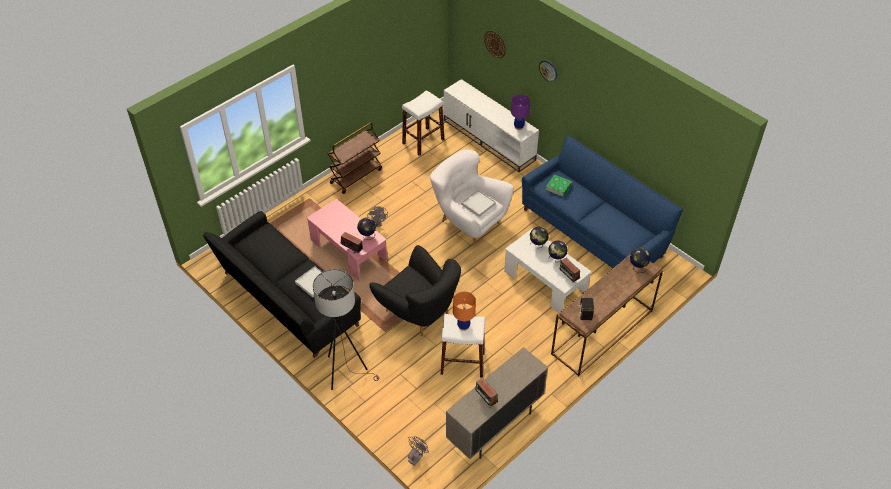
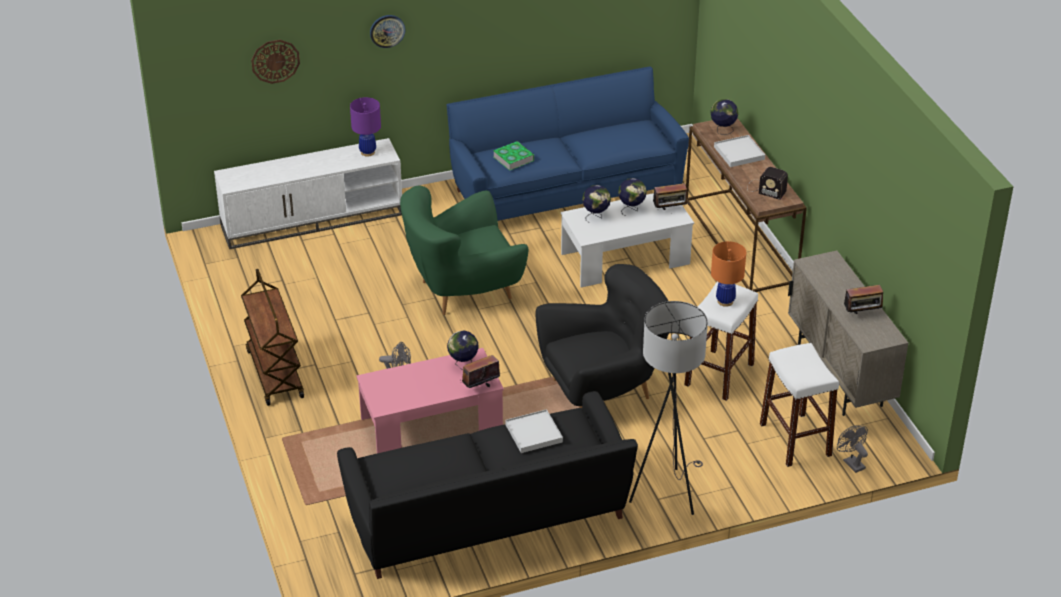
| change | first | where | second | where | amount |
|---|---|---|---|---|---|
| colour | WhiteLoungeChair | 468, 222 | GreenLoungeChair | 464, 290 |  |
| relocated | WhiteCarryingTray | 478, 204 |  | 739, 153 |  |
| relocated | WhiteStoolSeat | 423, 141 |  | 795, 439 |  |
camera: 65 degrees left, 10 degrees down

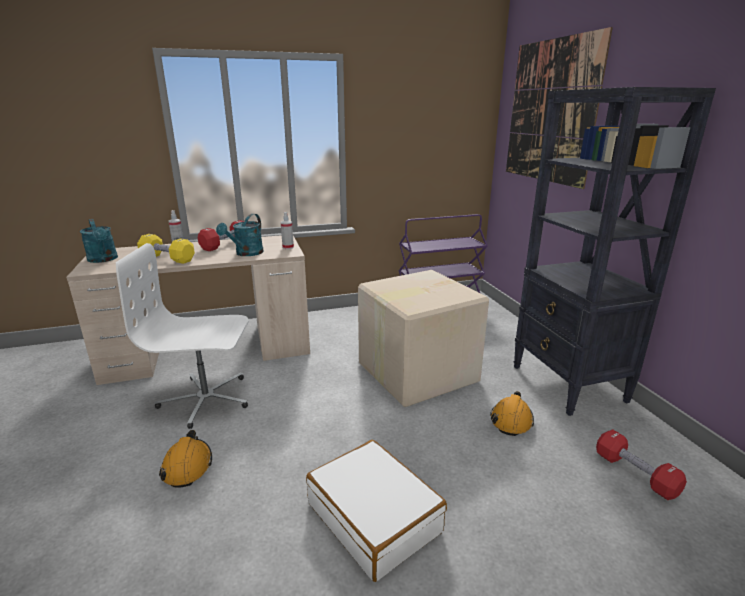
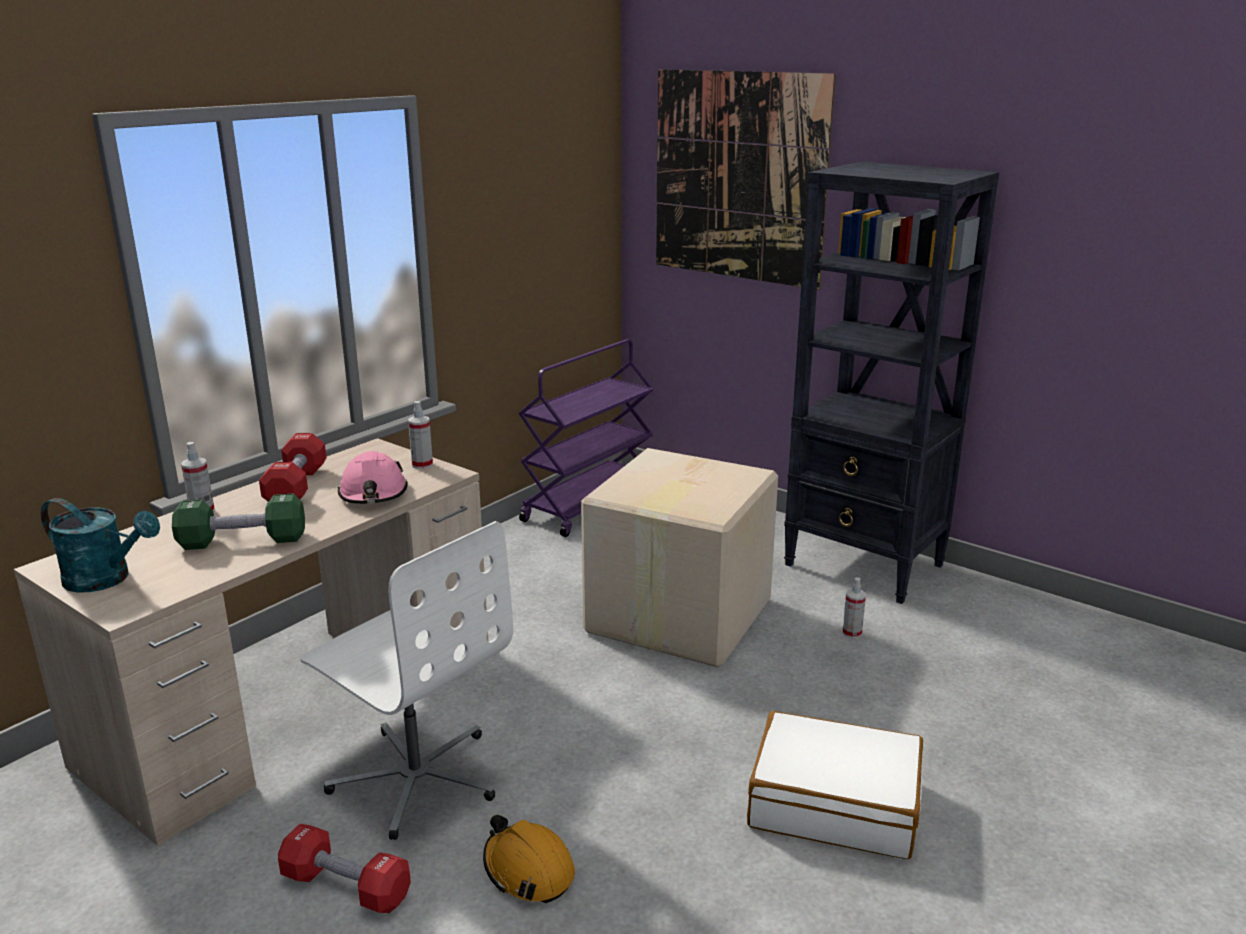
| change | first | where | second | where | amount |
|---|---|---|---|---|---|
| colour | YellowFreeWeight | 167, 258 | GreenFreeWeight | 243, 541 |  |
| relocated | ReddishFreeWeight | 635, 474 |  | 346, 886 |  |
| spun | WhiteDeskChair | 206, 399 |  | 416, 777 | 105 degrees counterclockwise |
| exchanged | TurquoiseColouredWateringCan | 246, 254 | PinkColouredWorkHelmet | 373, 494 |  |
| exchanged | OrangeColouredWorkHelmet | 511, 420 | Sprayer | 852, 633 |  |
camera: 35 degrees left, 0 degrees up

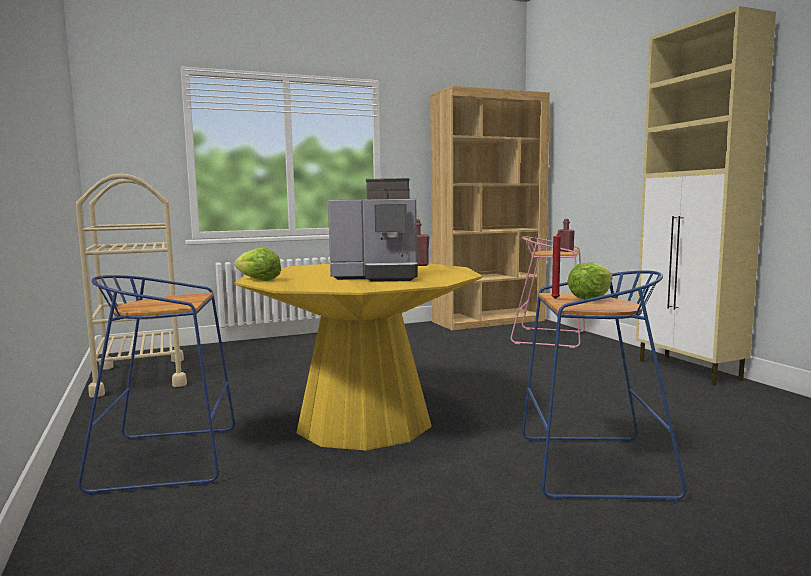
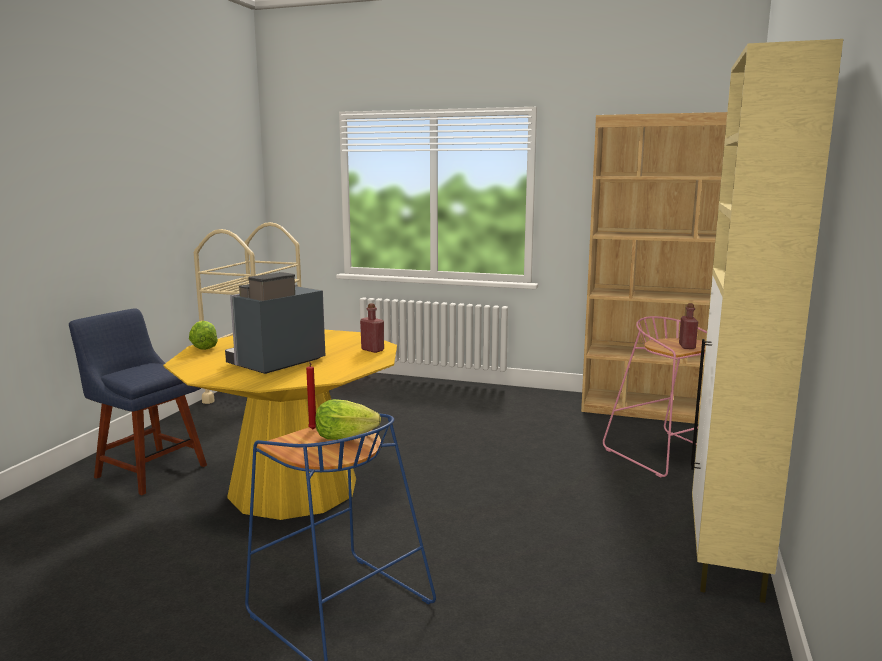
| change | first | where | second | where | amount |
|---|---|---|---|---|---|
| exchanged | BluishStoolSeat | 170, 458 | BluishPlainChair | 148, 470 |  |
| spun | CoffeeMaker | 378, 277 |  | 275, 363 | 90 degrees clockwise |
camera: 40 degrees right, 5 degrees up

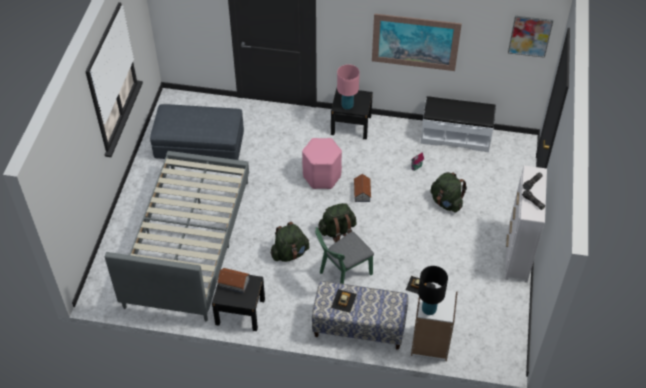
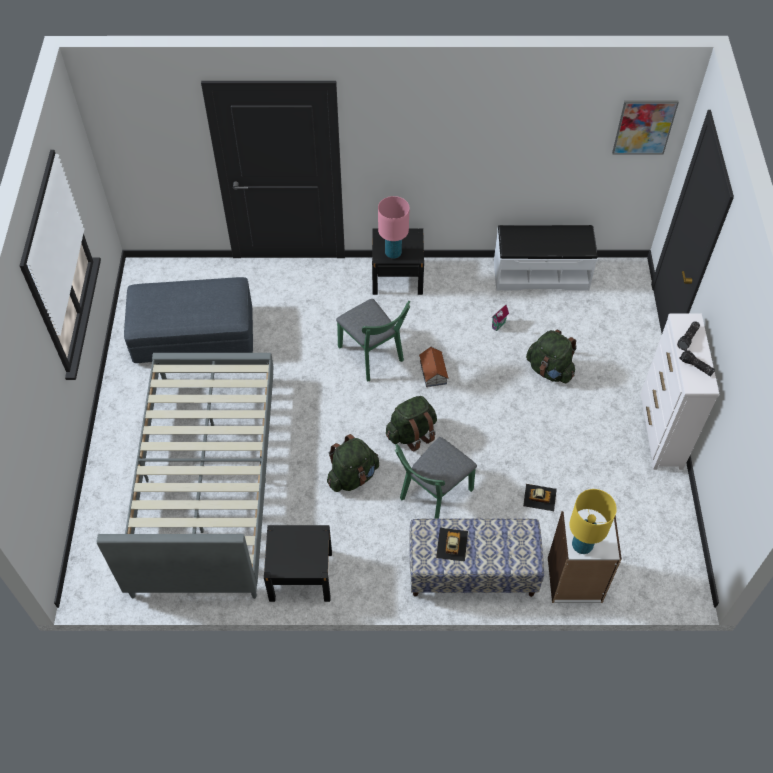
| change | first | where | second | where | amount |
|---|---|---|---|---|---|
| exchanged | PinkColouredStoolSeat | 322, 176 | GreenPlainChair | 373, 357 |  |
| colour | BlackishLampForATable | 428, 309 | YellowLampForATable | 582, 545 |  |
| missing | ToyHouse | 234, 283 |  |  |  |
| missing | WallPicture | 415, 42 |  |  |  |
camera: 10 degrees left, 5 degrees up

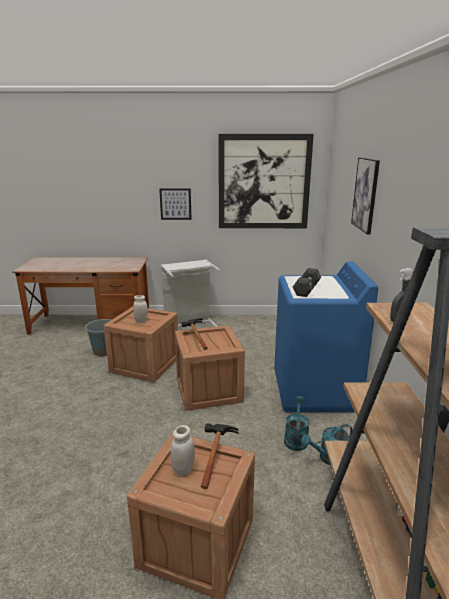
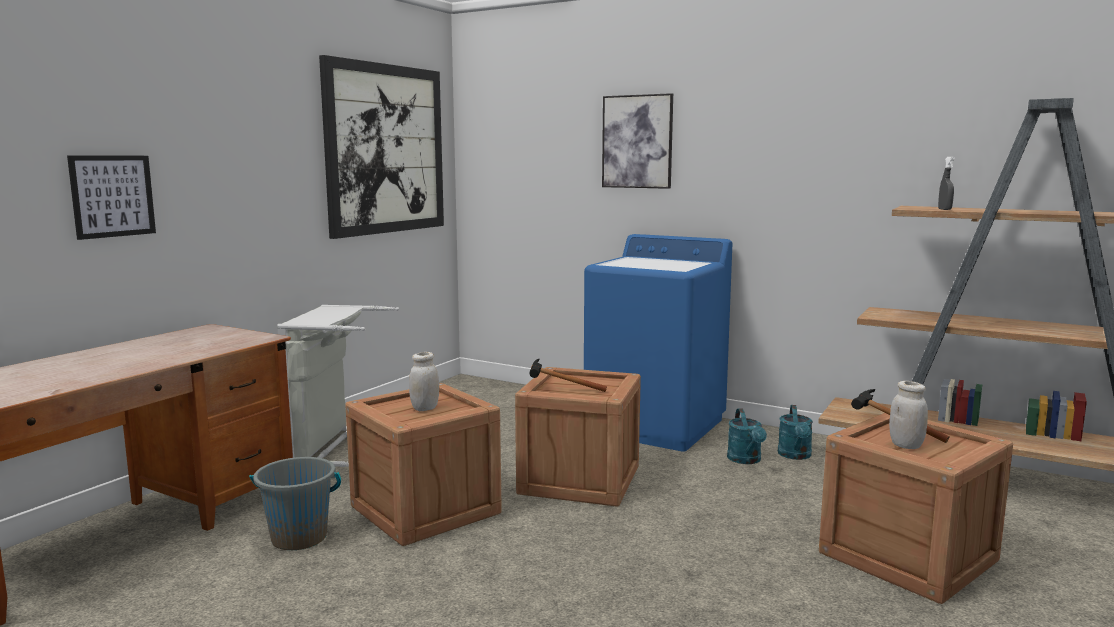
| change | first | where | second | where | amount |
|---|---|---|---|---|---|
| relocated | WallPicture | 175, 204 |  | 112, 196 |  |
| spun | TurquoiseColouredWateringCan | 295, 438 |  | 746, 460 | 135 degrees counterclockwise |
| missing | BlackishFreeWeight | 306, 289 |  |  |  |
camera: 60 degrees left, 10 degrees down

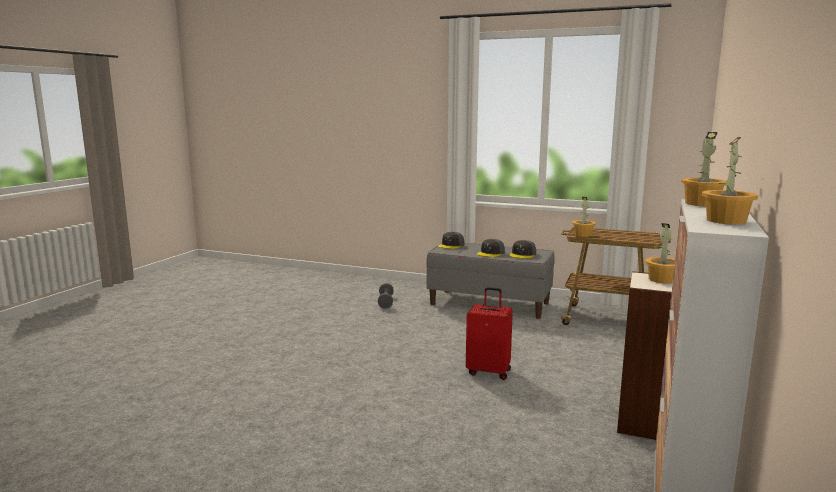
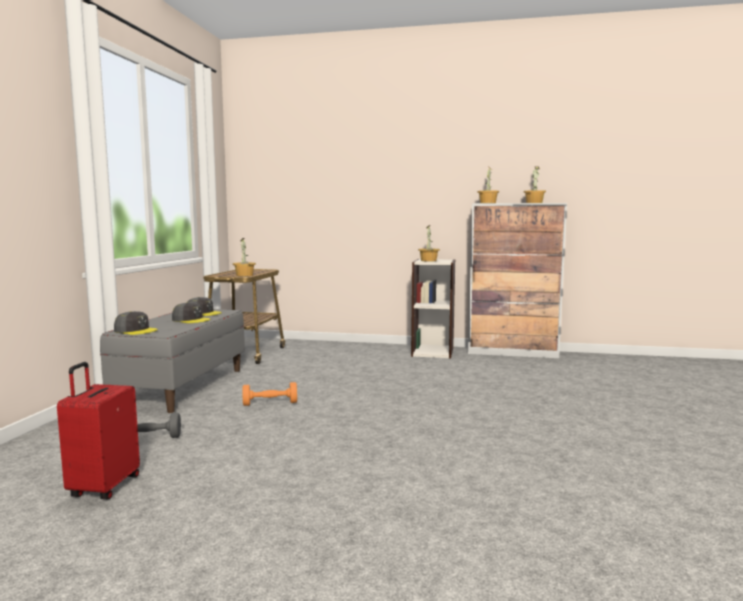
| change | first | where | second | where | amount |
|---|---|---|---|---|---|
| relocated | ReddishTravelCase | 489, 371 |  | 103, 487 |  |
| appeared |  |  | OrangeColouredFreeWeight | 270, 403 |  |
camera: 100 degrees left, 5 degrees down

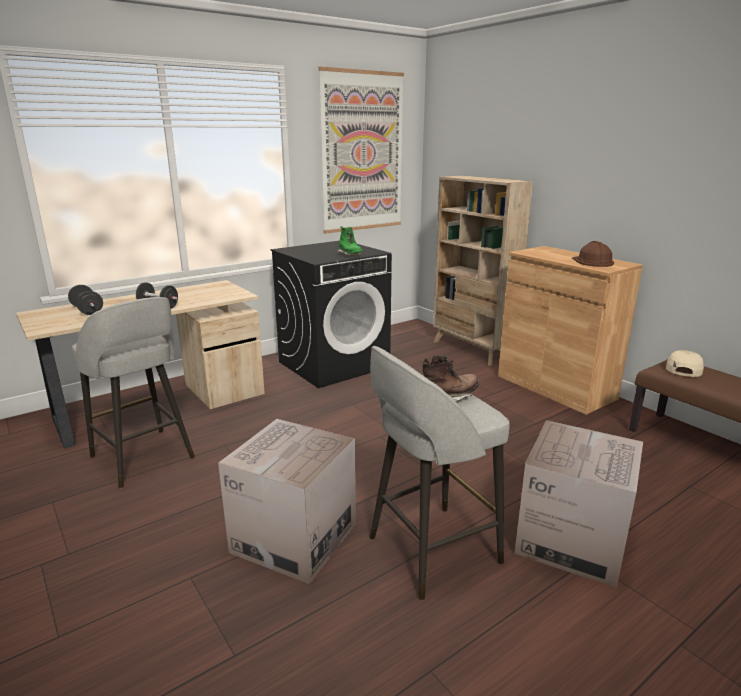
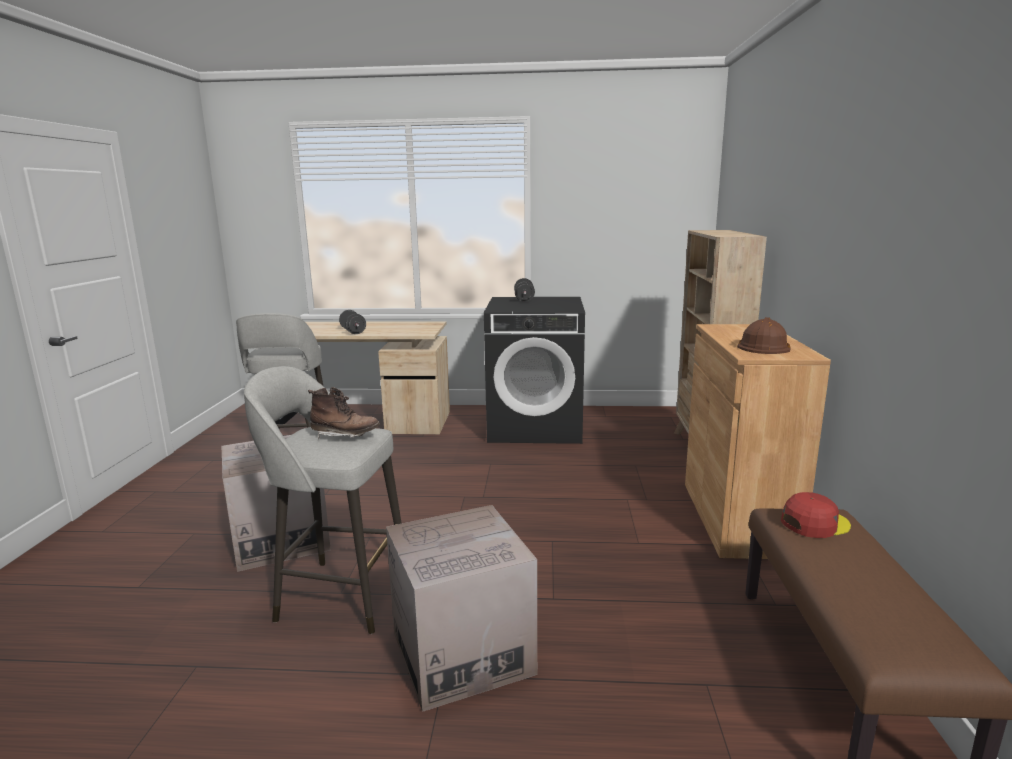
| change | first | where | second | where | amount |
|---|---|---|---|---|---|
| relocated | BlackishFreeWeight | 87, 311 |  | 524, 299 |  |
| colour | BeigeCap | 683, 369 | ReddishCap | 814, 523 |  |
| missing | WallPicture | 362, 153 |  |  |  |
| missing | GreenHighTopBoot | 350, 255 |  |  |  |
camera: 40 degrees right, 5 degrees down

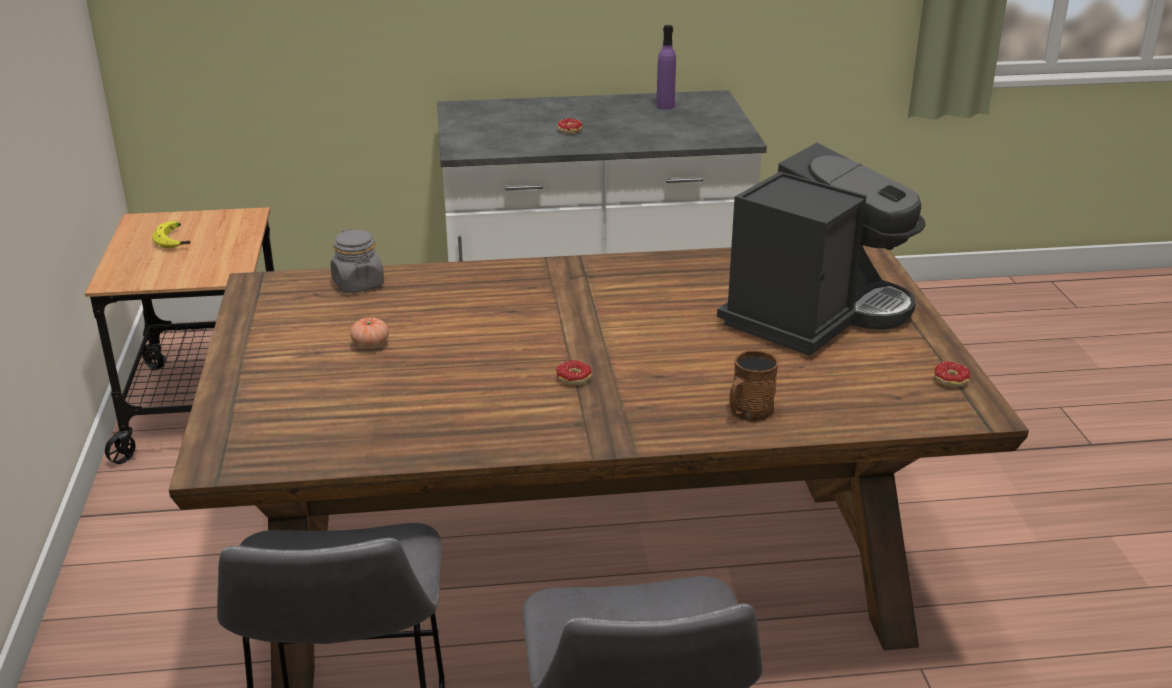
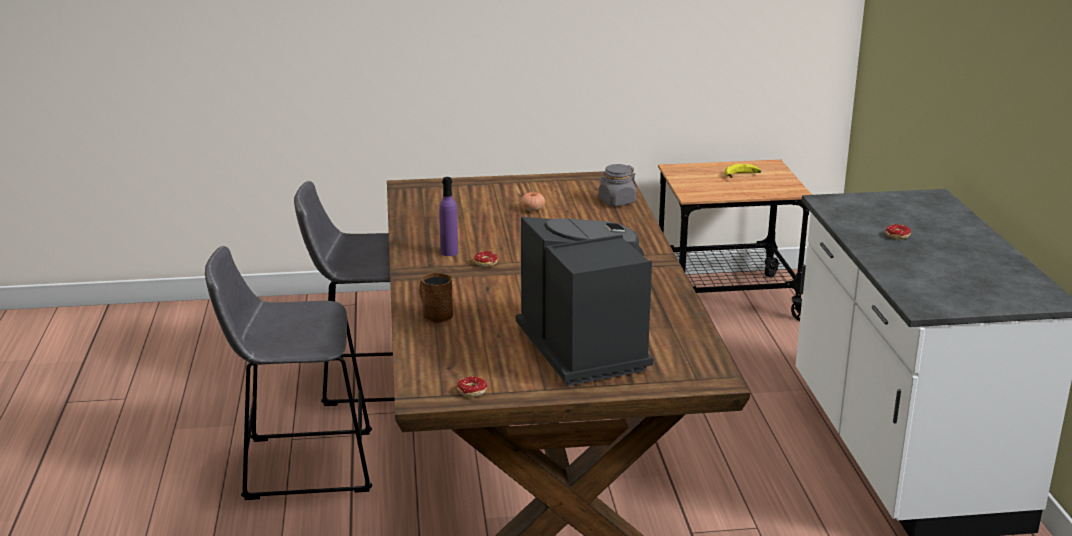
| change | first | where | second | where | amount |
|---|---|---|---|---|---|
| relocated | PurpleBeverageBottle | 665, 106 |  | 449, 252 |  |
| spun | CoffeeMaker | 814, 313 |  | 585, 347 | 150 degrees counterclockwise |
camera: 90 degrees right, 5 degrees down

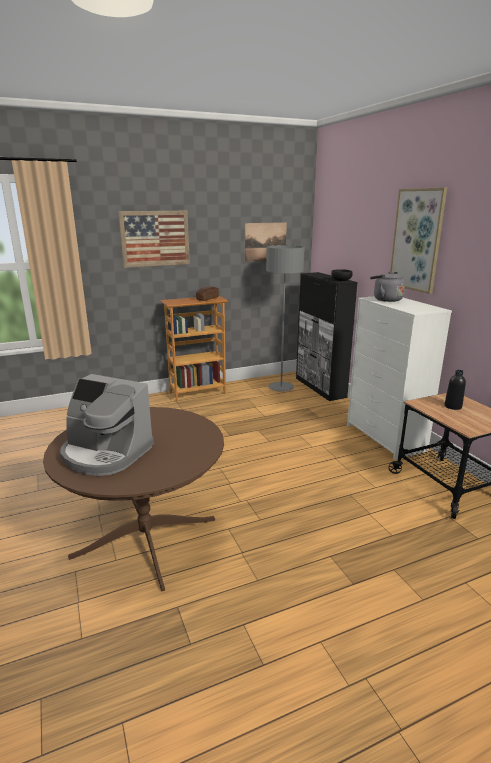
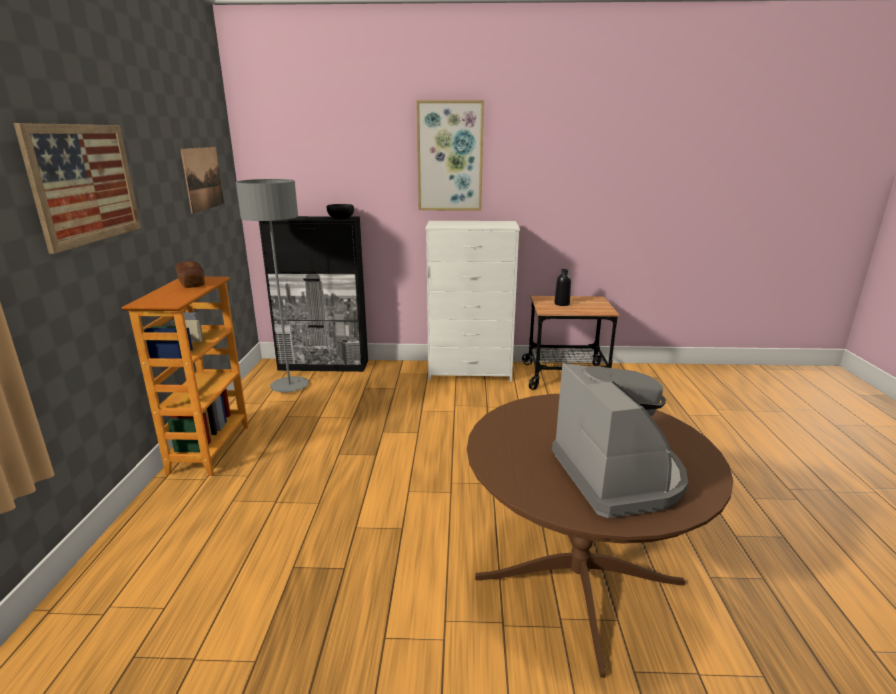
| change | first | where | second | where | amount |
|---|---|---|---|---|---|
| spun | CoffeeMaker | 106, 453 |  | 619, 475 | 60 degrees counterclockwise |
| missing | GrayWaterKettle | 385, 299 |  |  |  |
camera: 65 degrees left, 0 degrees up

